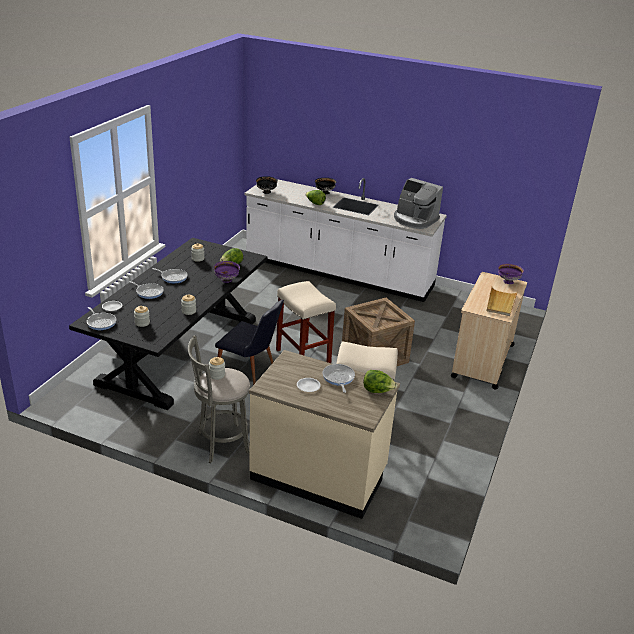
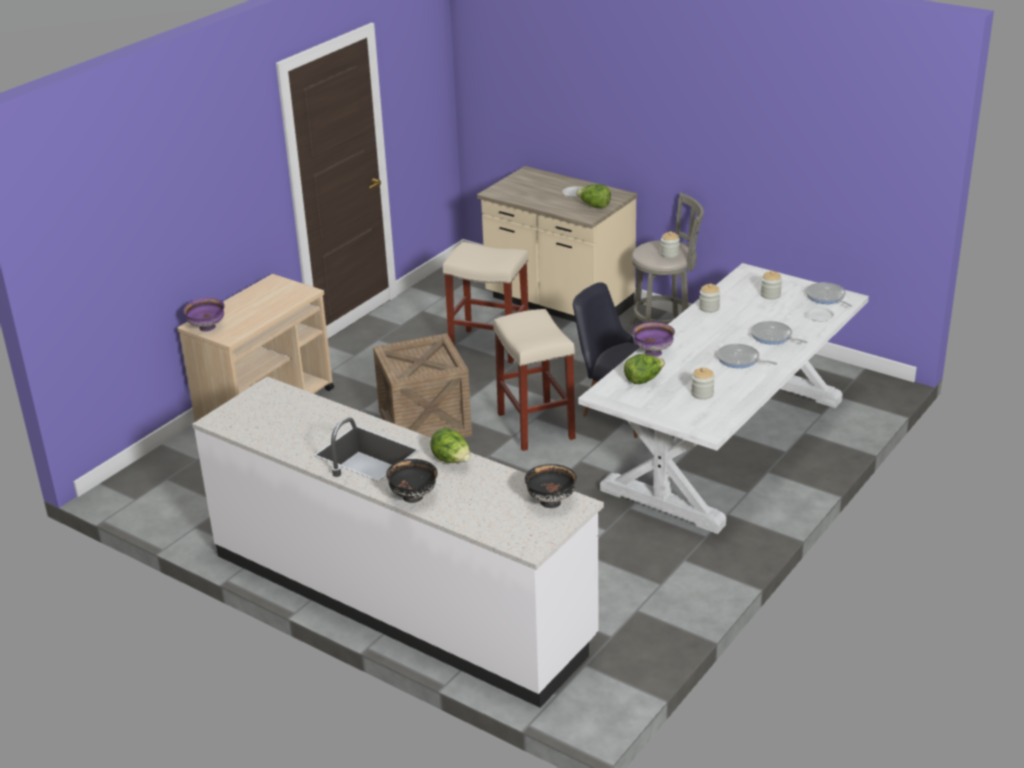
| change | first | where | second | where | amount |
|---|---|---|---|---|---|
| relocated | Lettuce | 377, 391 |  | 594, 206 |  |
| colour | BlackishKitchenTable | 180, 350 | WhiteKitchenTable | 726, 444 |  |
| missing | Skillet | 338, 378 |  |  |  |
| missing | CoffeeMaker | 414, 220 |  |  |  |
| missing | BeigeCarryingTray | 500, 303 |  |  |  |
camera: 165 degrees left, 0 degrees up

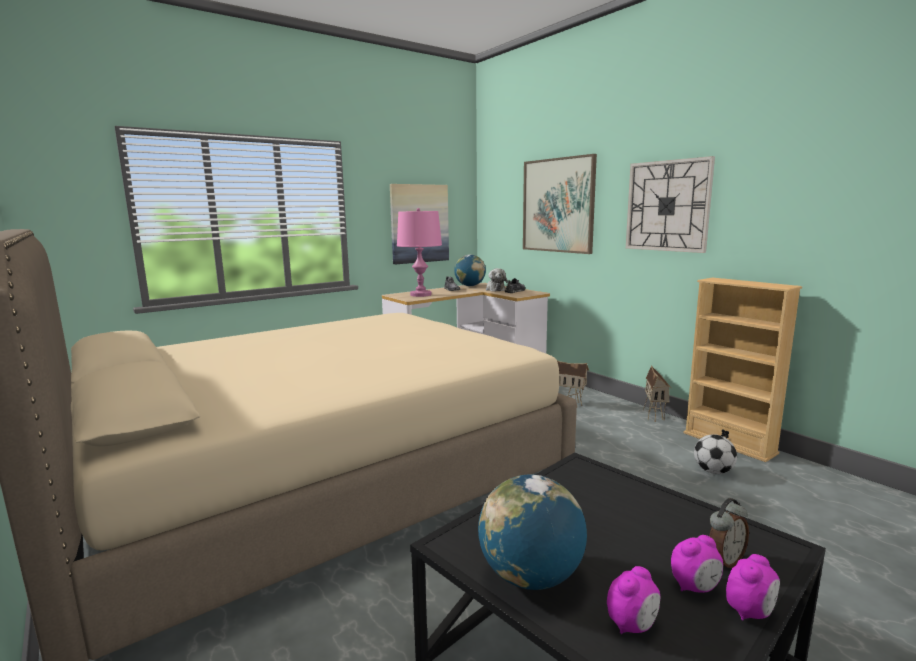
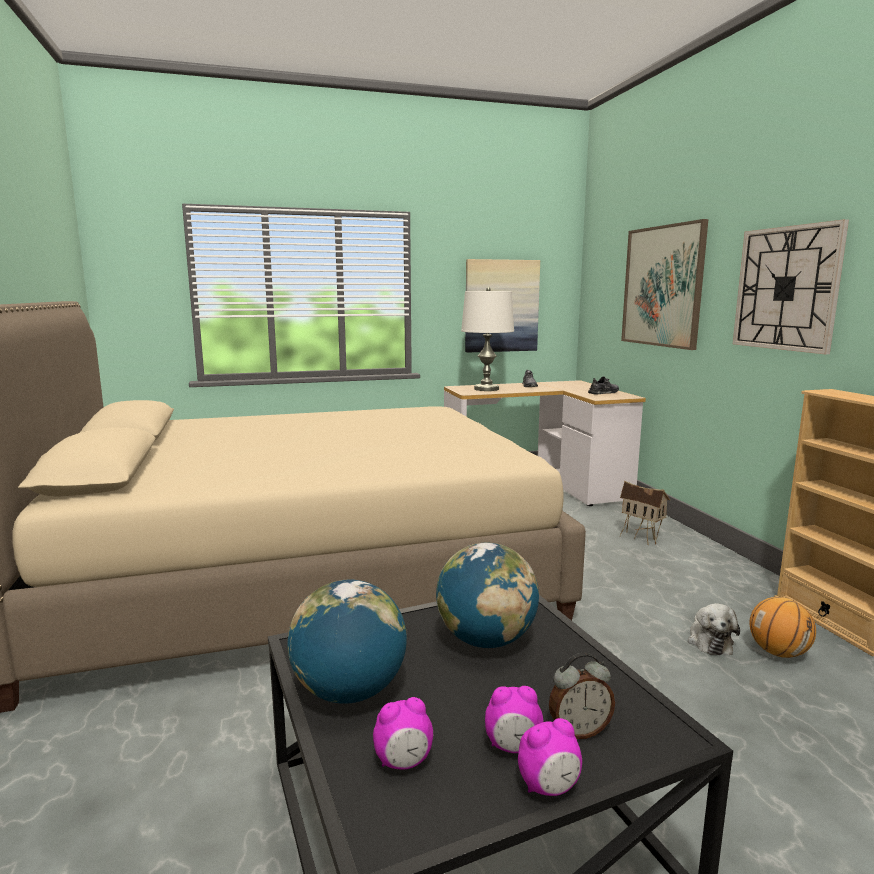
| change | first | where | second | where | amount |
|---|---|---|---|---|---|
| relocated | Globe | 470, 286 |  | 486, 640 |  |
| colour | PinkColouredLampForATable | 421, 295 | WhiteLampForATable | 486, 389 |  |
| relocated | SoftToy | 495, 289 |  | 709, 641 |  |
| exchanged | Football | 713, 471 | BasketballBall | 778, 652 |  |
| missing | ToyHouse | 655, 416 |  |  |  |
camera: 20 degrees right, 0 degrees up

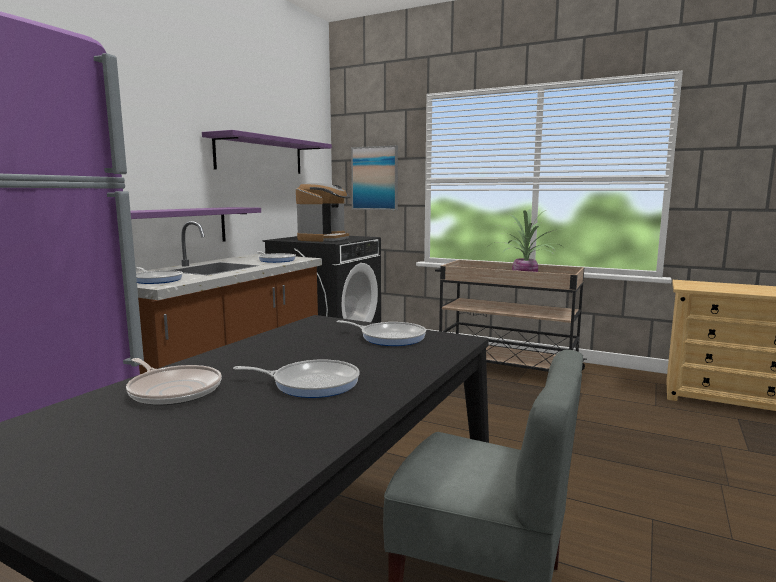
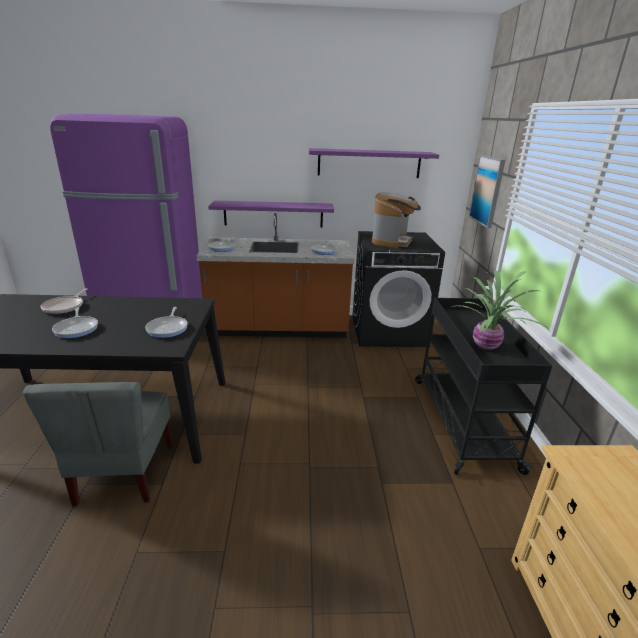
| change | first | where | second | where | amount |
|---|---|---|---|---|---|
| spun | CoffeeMaker | 324, 239 |  | 392, 241 | 60 degrees counterclockwise |
| colour | BeigeTrolley | 505, 368 | BlackishTrolley | 462, 420 |  |
camera: 60 degrees right, 15 degrees up

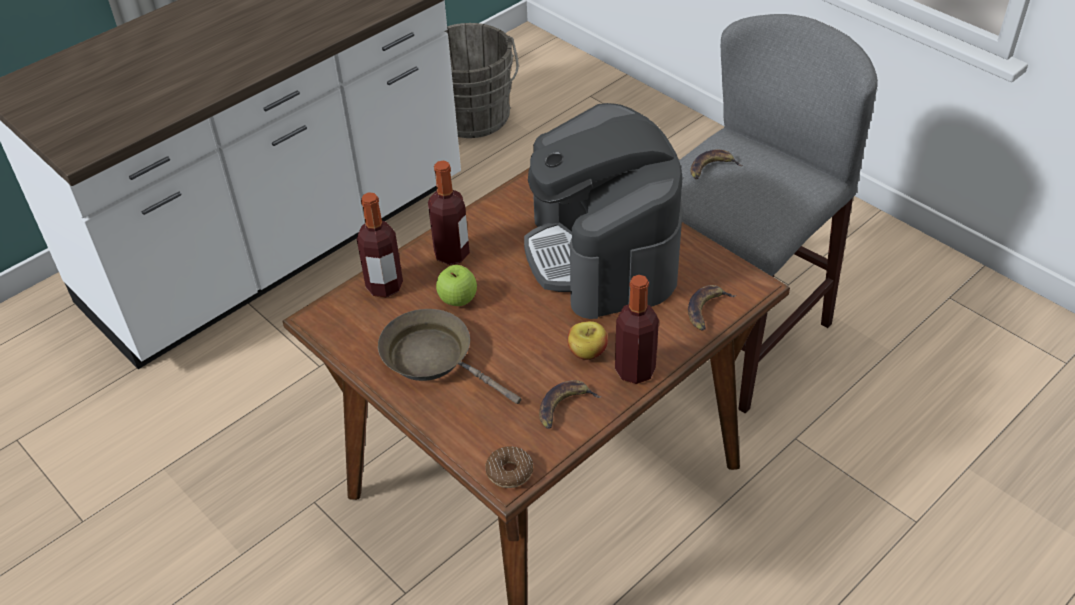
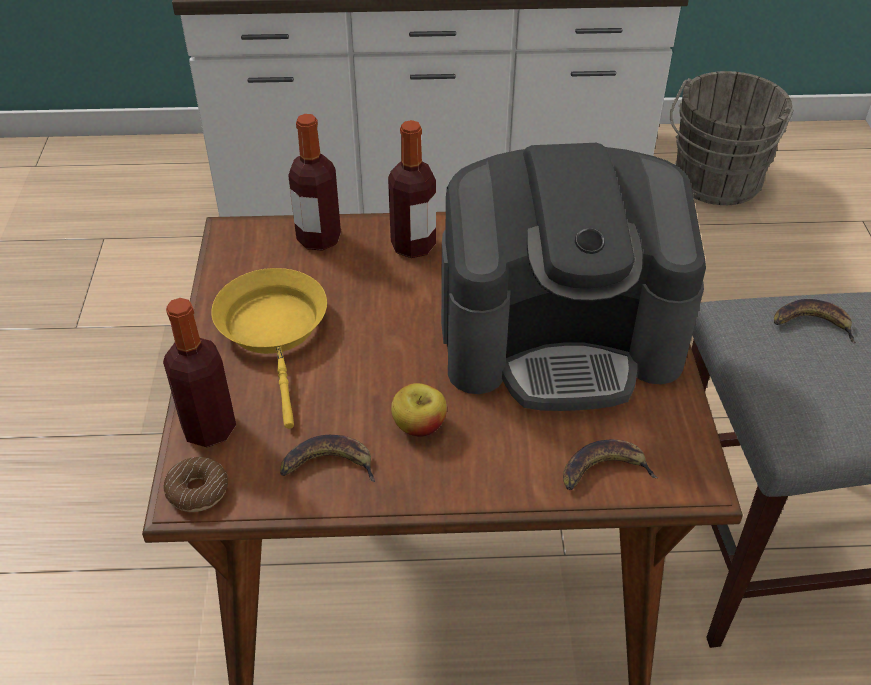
| change | first | where | second | where | amount |
|---|---|---|---|---|---|
| relocated | BeverageBottle | 635, 370 |  | 209, 429 |  |
| colour | BrownishSkillet | 434, 358 | YellowSkillet | 275, 331 |  |
| spun | CoffeeMaker | 603, 254 |  | 560, 336 | 120 degrees counterclockwise |
| missing | AppleFruit | 458, 300 |  |  |  |
camera: 40 degrees right, 0 degrees up

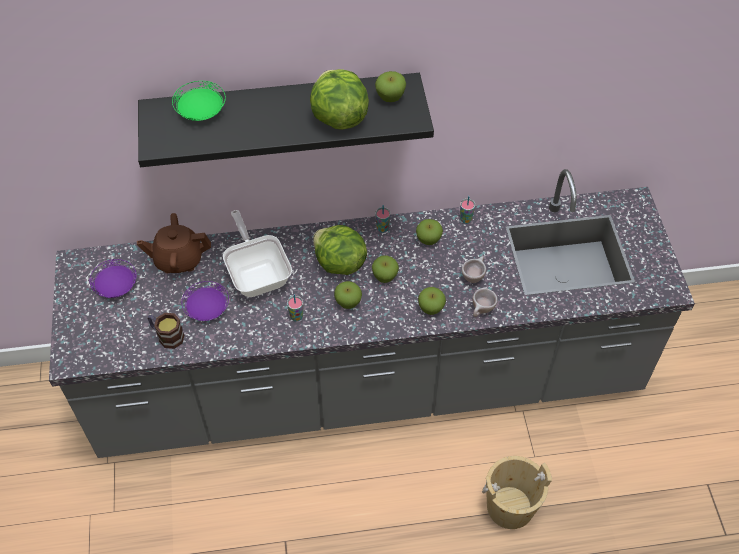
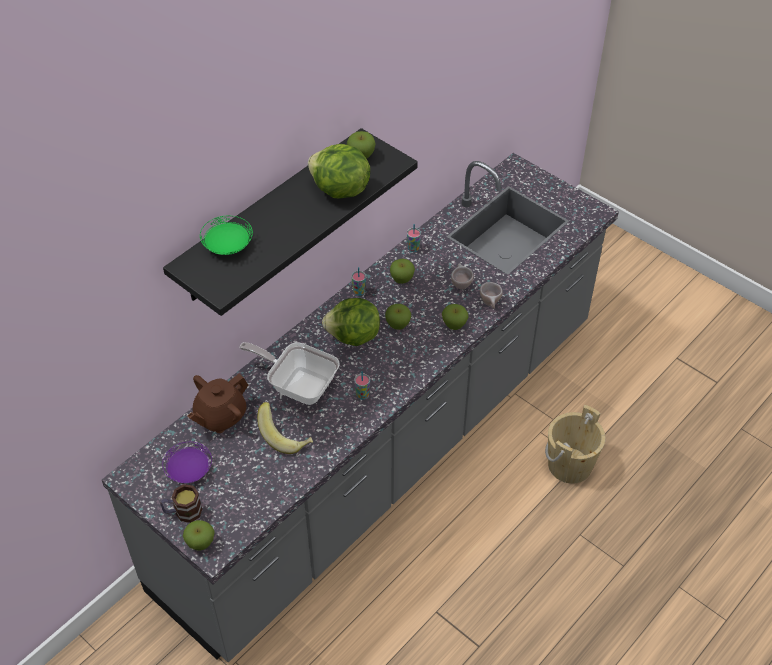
| change | first | where | second | where | amount |
|---|---|---|---|---|---|
| relocated | Mug | 167, 336 |  | 183, 512 |  |
| relocated | AppleFruit | 348, 303 |  | 200, 543 |  |
| exchanged | PurpleDinnerPlate | 207, 309 | Banana | 286, 436 |  |
camera: 40 degrees left, 5 degrees down

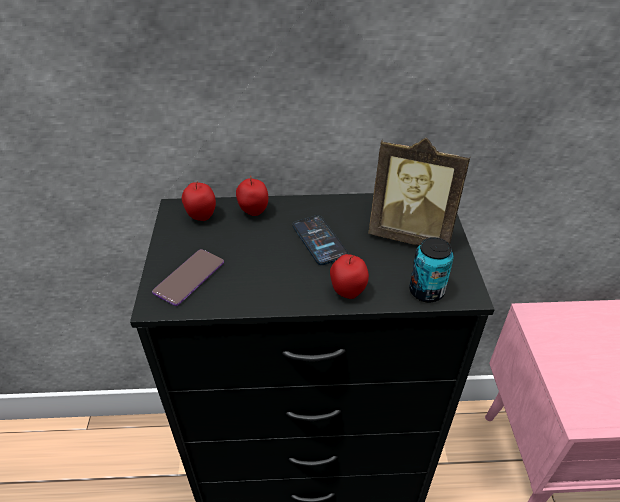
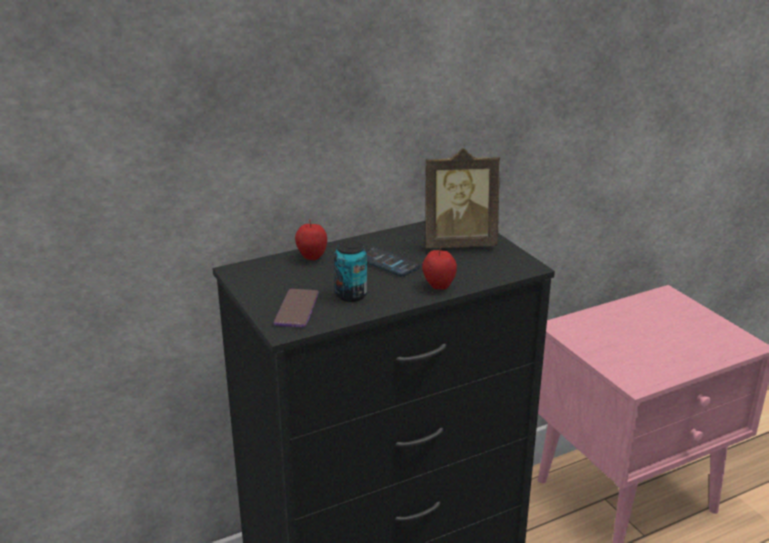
| change | first | where | second | where | amount |
|---|---|---|---|---|---|
| relocated | Can | 426, 291 |  | 351, 295 |  |
| missing | AppleFruit | 201, 216 |  |  |  |
camera: 25 degrees left, 15 degrees down

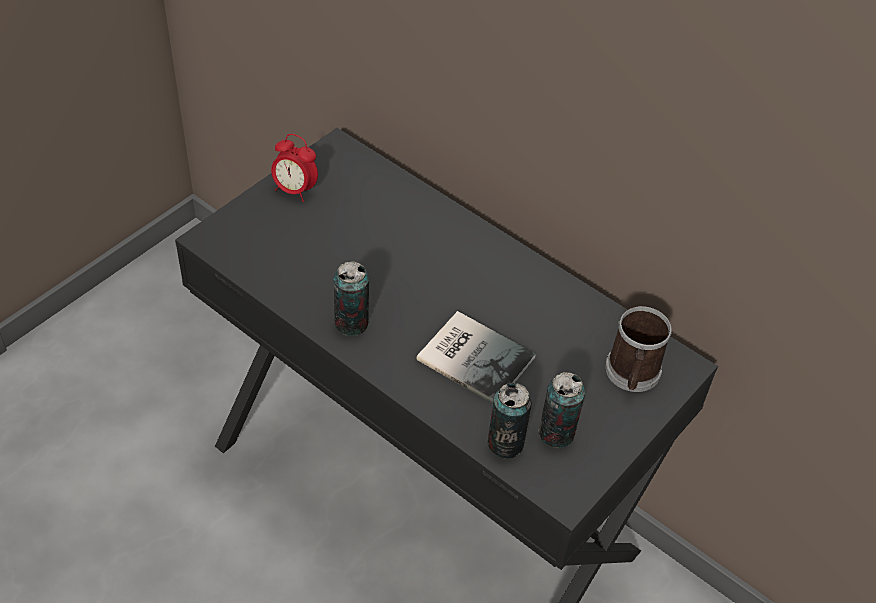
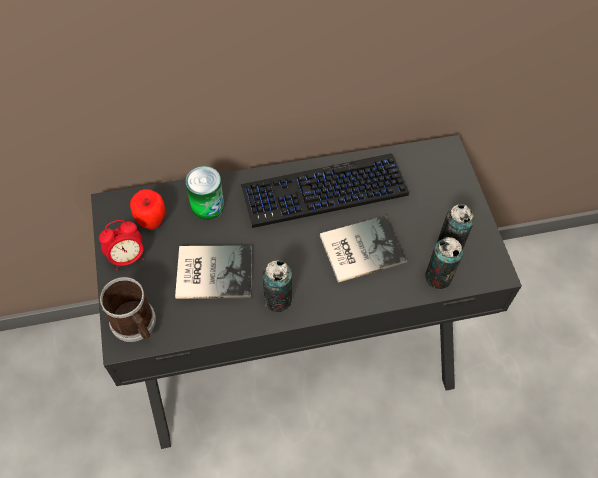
| change | first | where | second | where | amount |
|---|---|---|---|---|---|
| relocated | Mug | 632, 374 |  | 136, 325 |  |
| appeared |  |  | AppleFruit | 152, 222 |  |
| appeared |  |  | Volume | 212, 270 |  |
| appeared |  |  | Can | 207, 206 |  |
| appeared |  |  | PcKeyboard | 324, 191 |  |
camera: 50 degrees left, 10 degrees up

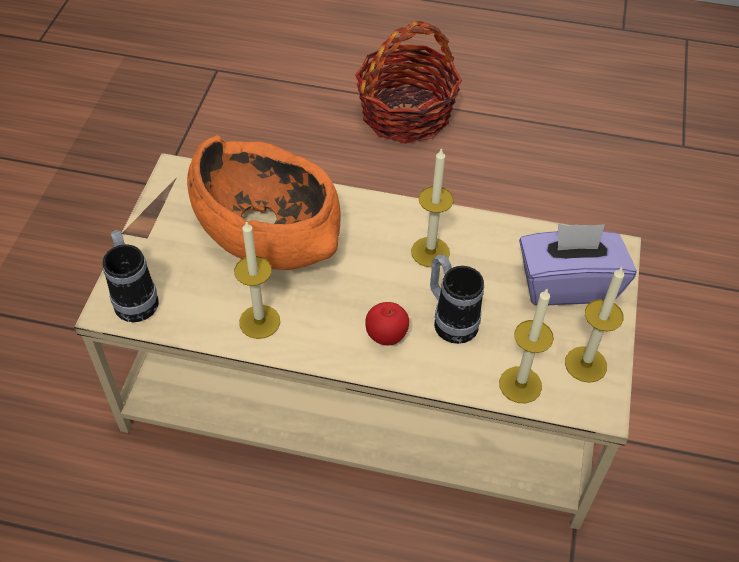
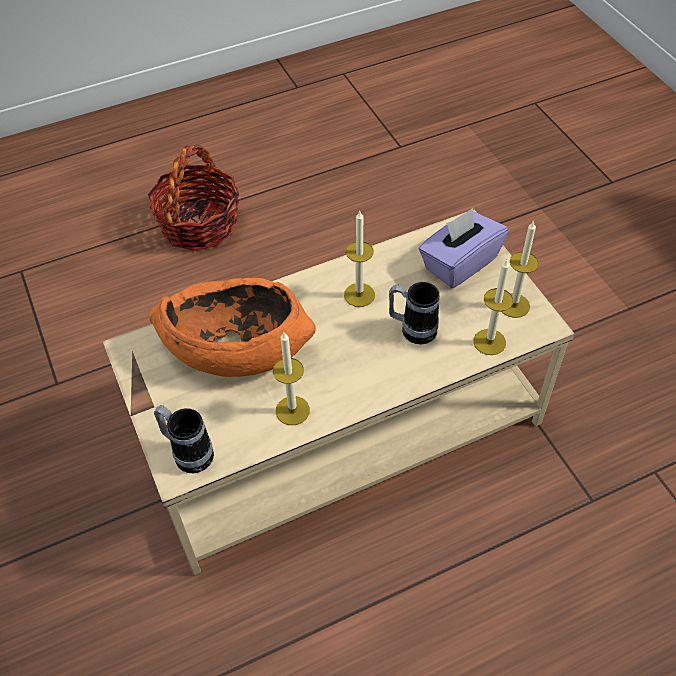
| change | first | where | second | where | amount |
|---|---|---|---|---|---|
| missing | AppleFruit | 386, 336 |  |  |  |
camera: 35 degrees left, 0 degrees up

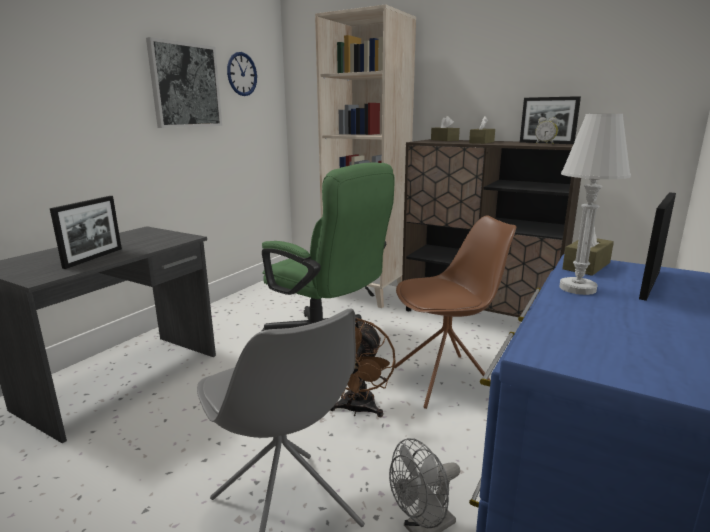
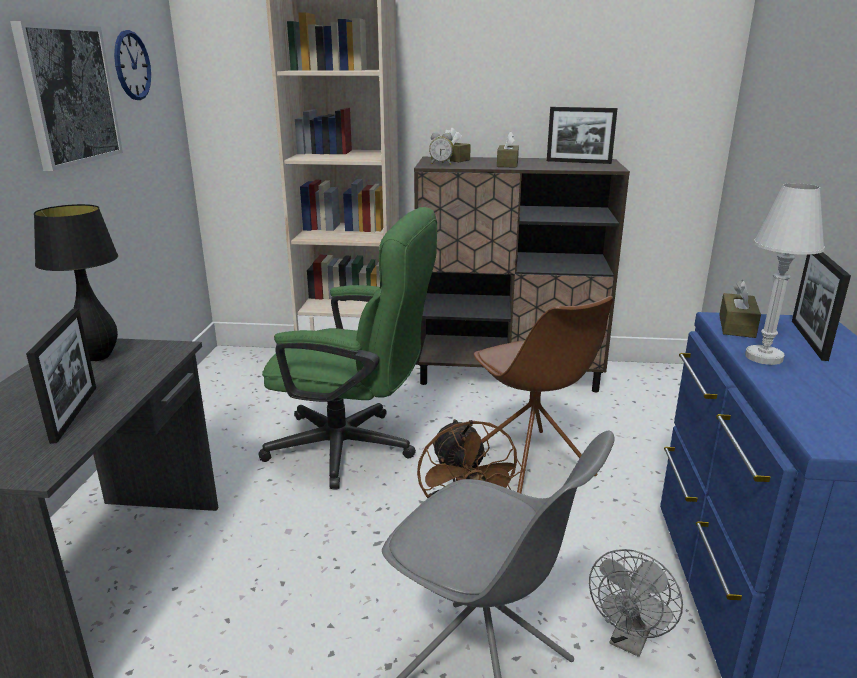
| change | first | where | second | where | amount |
|---|---|---|---|---|---|
| appeared |  |  | BlackishLampForATable | 98, 357 |  |
| relocated | AlarmClock | 545, 144 |  | 441, 164 |  |
| spun | BrownishPlainChair | 446, 380 |  | 531, 465 | 105 degrees clockwise |
camera: 25 degrees left, 5 degrees up

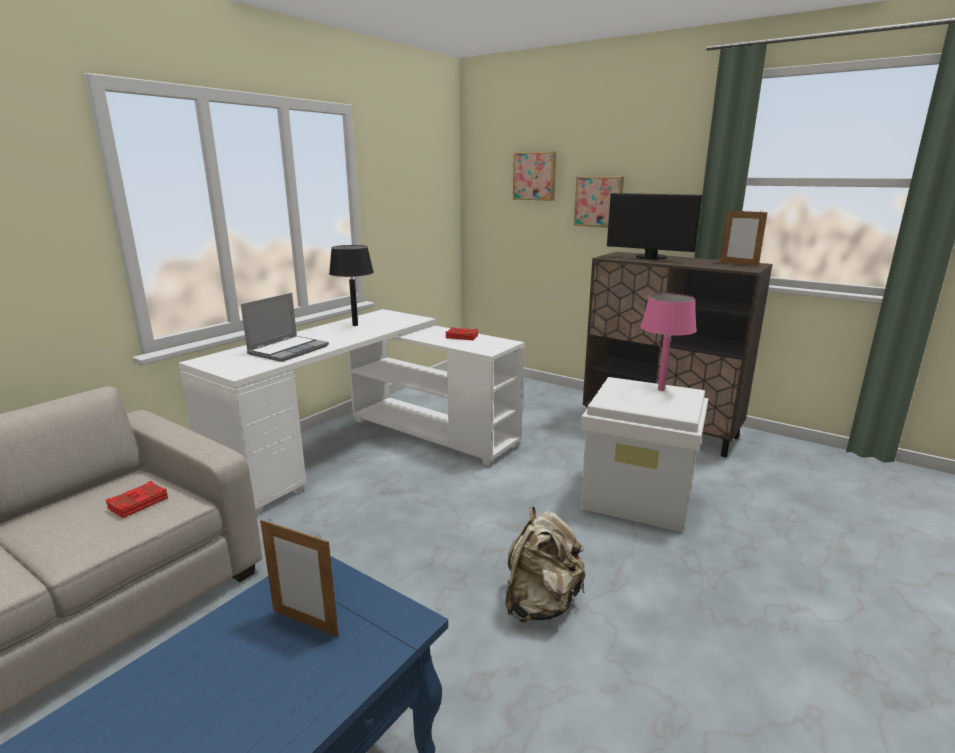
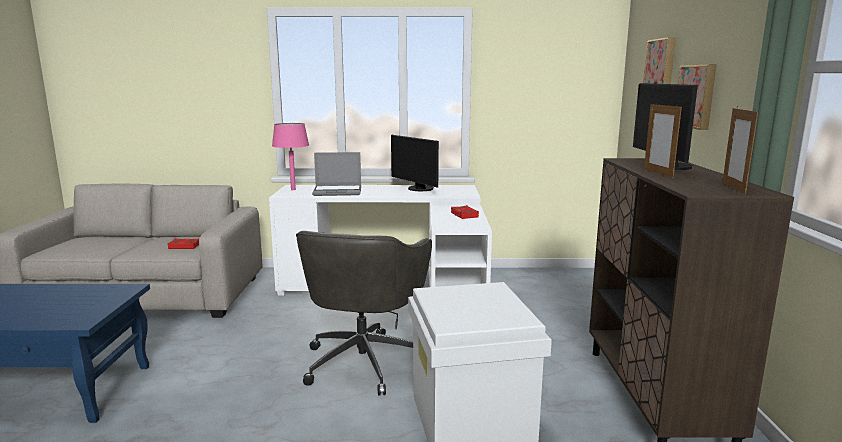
| change | first | where | second | where | amount |
|---|---|---|---|---|---|
| relocated | PinkColouredLampForATable | 660, 390 |  | 293, 189 |  |
| appeared |  |  | GrayDeskChair | 364, 360 |  |
| exchanged | BlackishLampForATable | 355, 325 | Monitor | 418, 189 |  |
| relocated | PhotoFrame | 305, 623 |  | 658, 173 |  |
| missing | BeigeRucksack | 541, 604 |  |  |  |
camera: 55 degrees right, 5 degrees down

